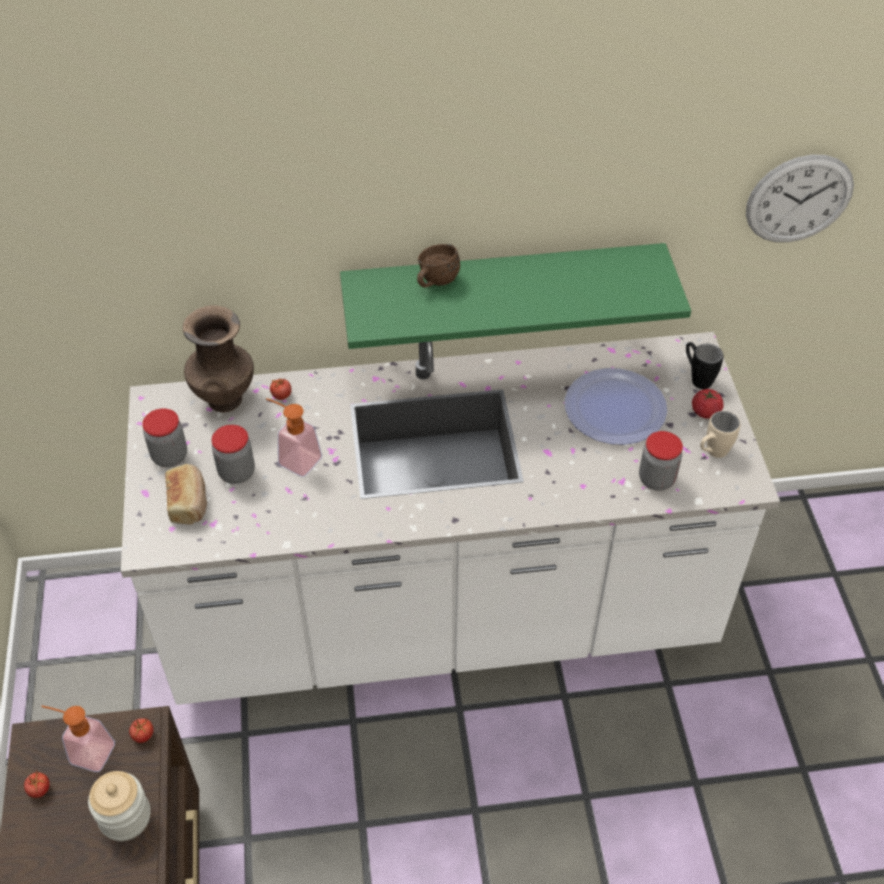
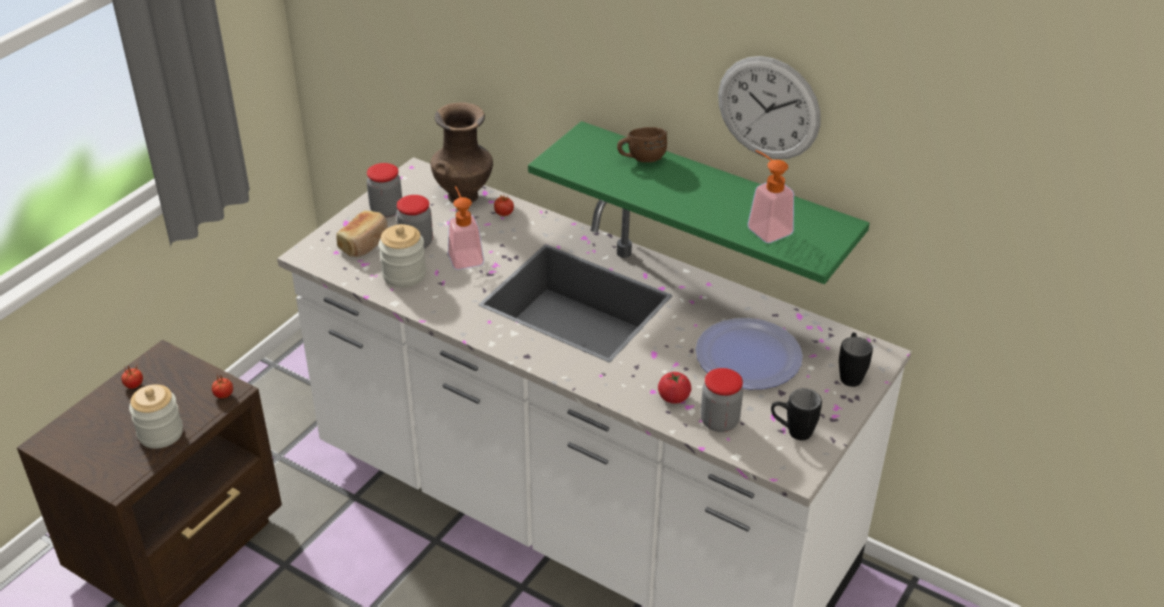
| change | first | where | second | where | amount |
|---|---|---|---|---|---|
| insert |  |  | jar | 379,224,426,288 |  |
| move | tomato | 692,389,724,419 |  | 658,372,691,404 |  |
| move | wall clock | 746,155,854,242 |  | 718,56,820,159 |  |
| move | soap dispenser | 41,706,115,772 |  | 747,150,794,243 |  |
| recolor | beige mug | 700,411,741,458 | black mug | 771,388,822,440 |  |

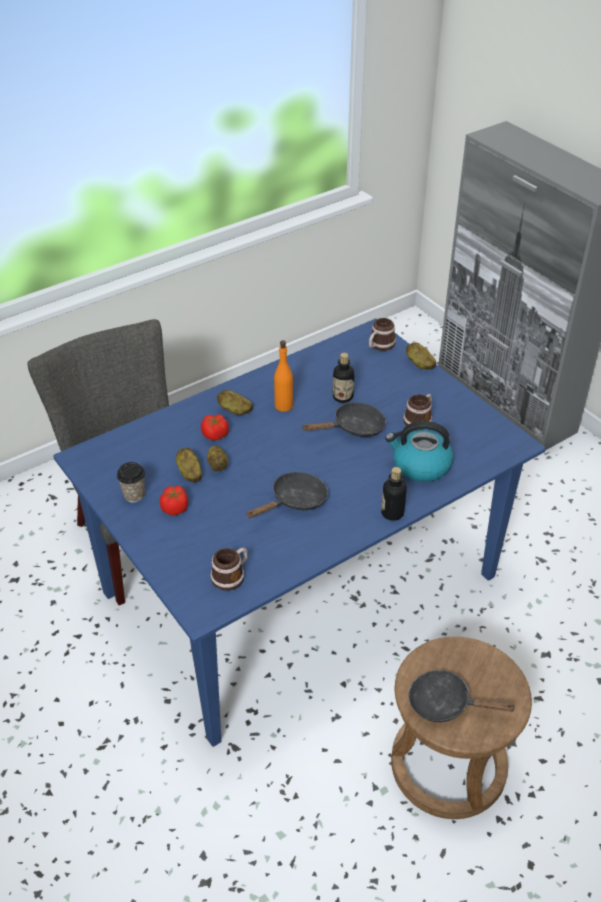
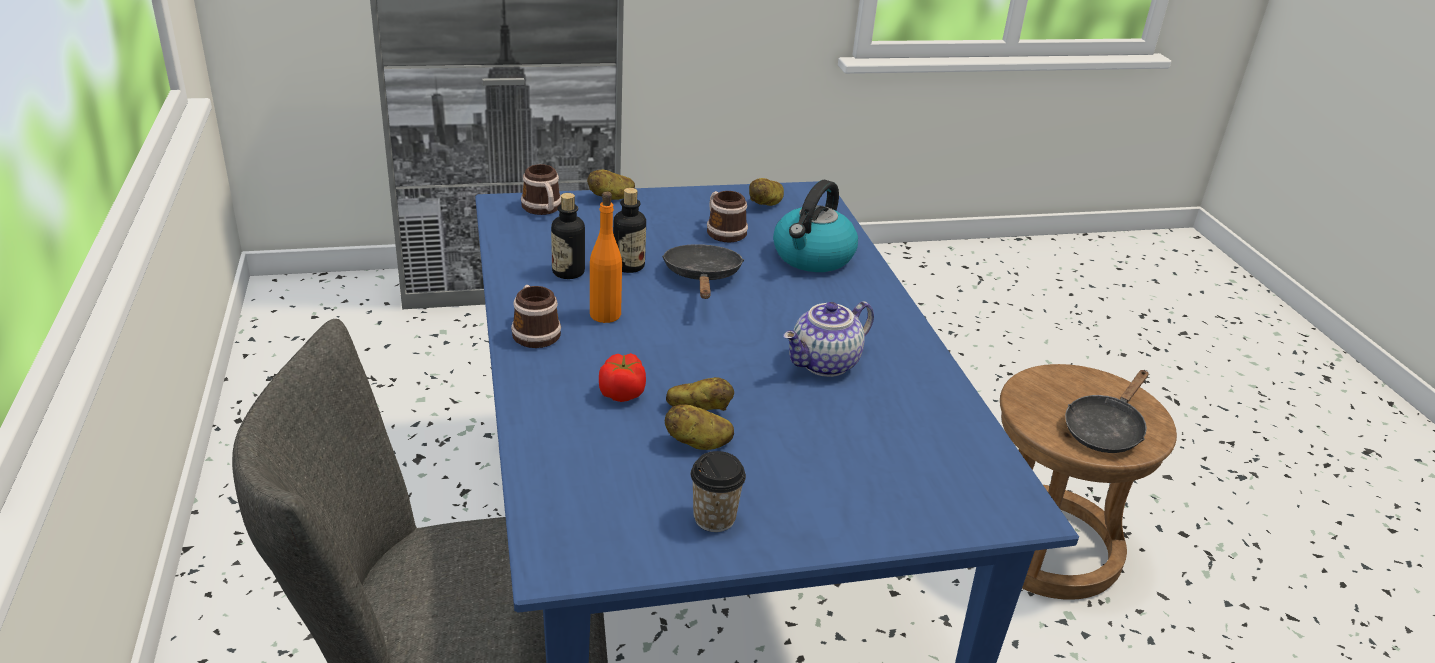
| change | first | where | second | where | amount |
|---|---|---|---|---|---|
| move | mug | 211,548,248,591 |  | 511,285,561,348 |  |
| move | bottle | 381,467,407,521 |  | 551,193,585,279 |  |
| move | potato | 217,390,253,415 |  | 749,178,784,206 |  |
| replace | black frying pan | 246,472,328,518 | teapot | 783,301,874,377 |  |
| delete | tomato | 160,486,188,516 |  |  |  |

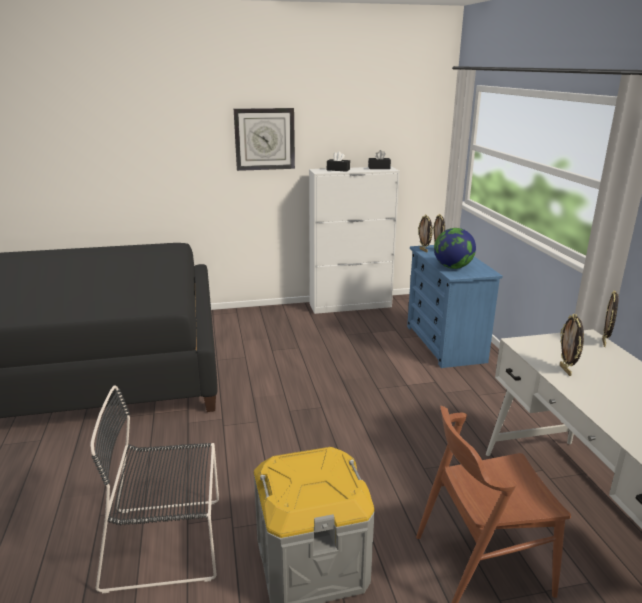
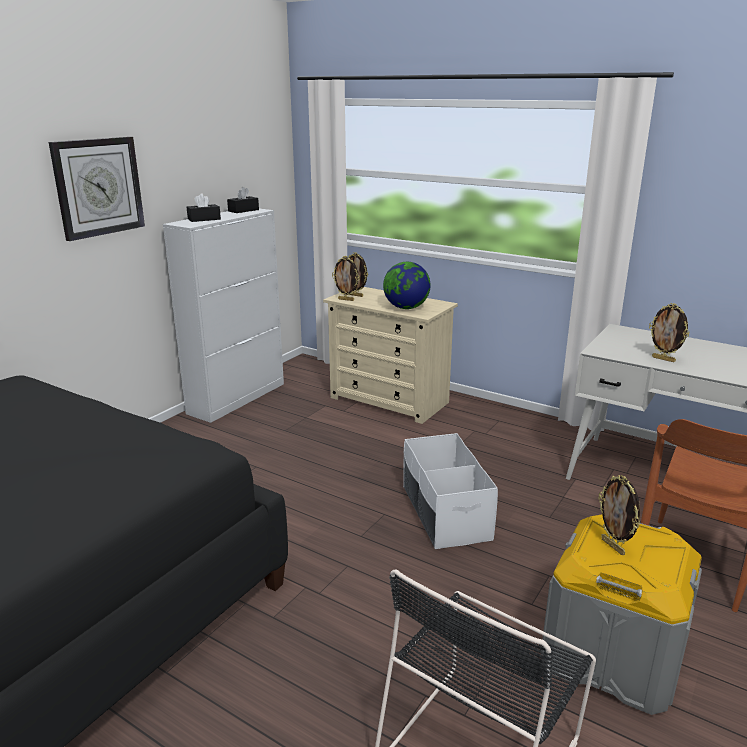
| change | first | where | second | where | amount |
|---|---|---|---|---|---|
| recolor | blue dresser | 407,245,503,368 | beige dresser | 323,287,458,424 |  |
| insert |  |  | white storage box | 403,433,498,549 |  |
| move | picture frame | 602,290,619,347 |  | 598,475,640,555 |  |

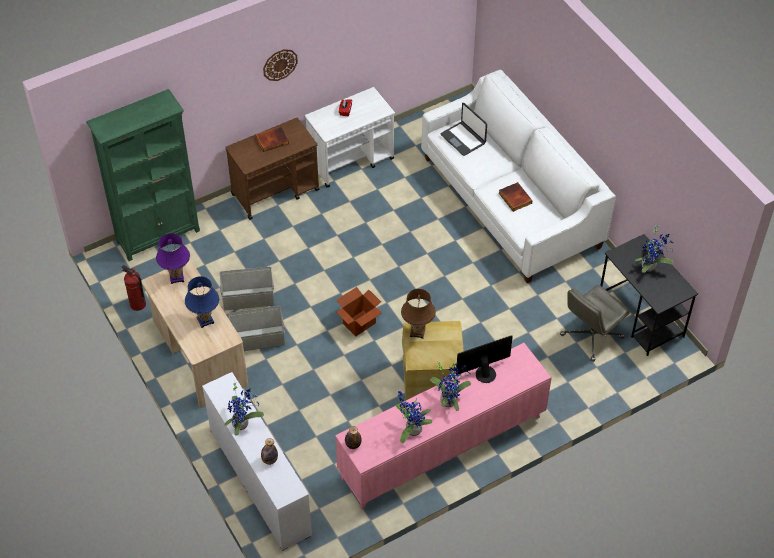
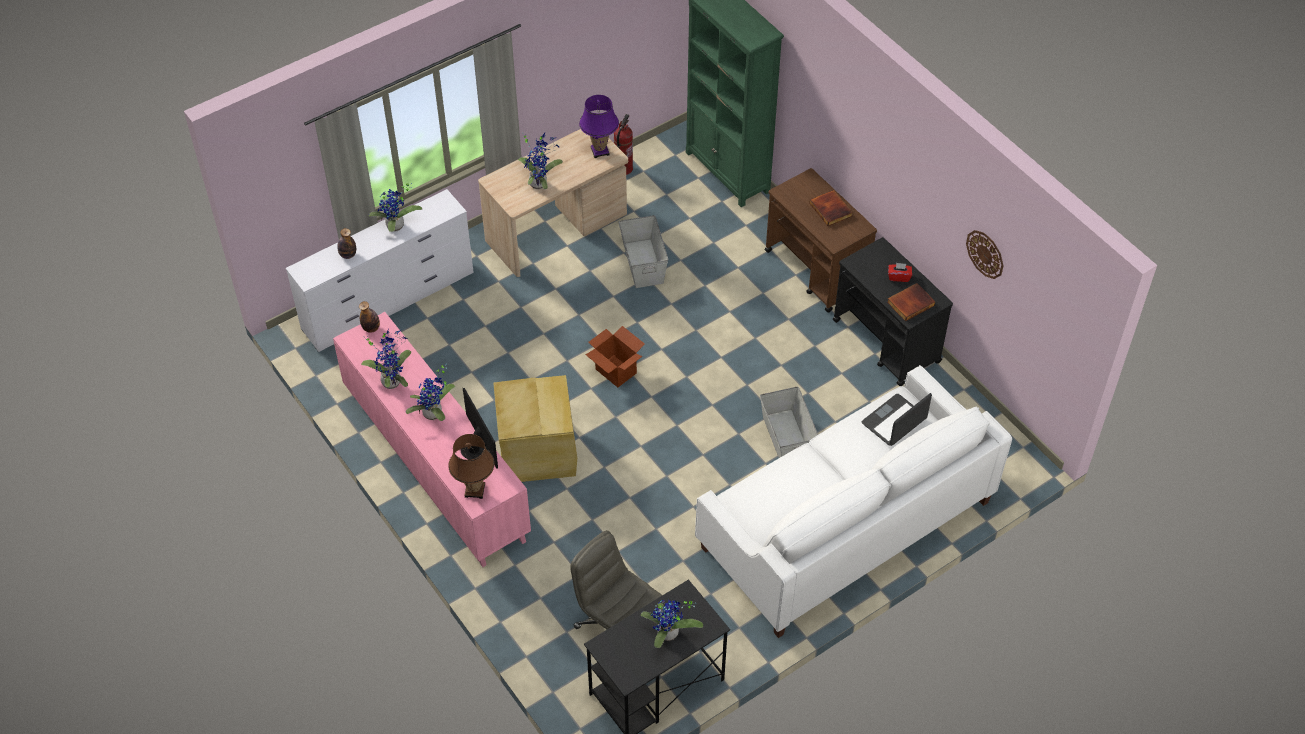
| change | first | where | second | where | amount |
|---|---|---|---|---|---|
| move | brown table lamp | 401,289,436,339 |  | 448,434,494,499 |  |
| replace | blue table lamp | 185,276,219,328 | potted plant | 518,132,563,190 |  |
| move | grey storage box | 228,306,285,351 |  | 760,387,818,458 |  |
| recolor | white cart | 305,87,395,188 | black cart | 833,237,953,386 |  |
| move | book | 499,182,532,212 |  | 887,283,935,321 |  |
| move | wall clock | 263,49,298,81 |  | 966,230,1004,279 |  |

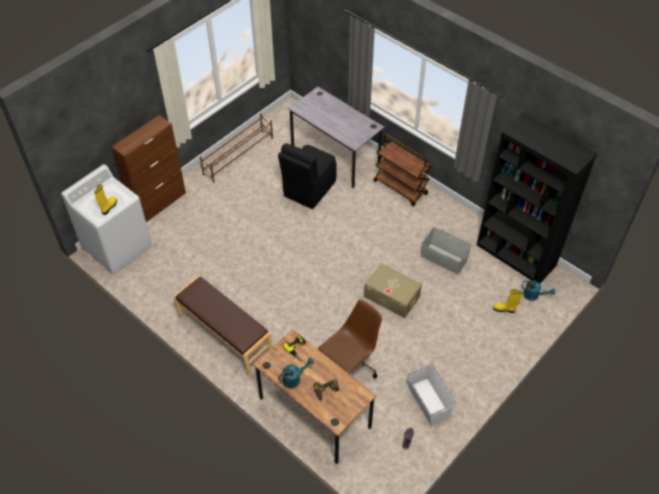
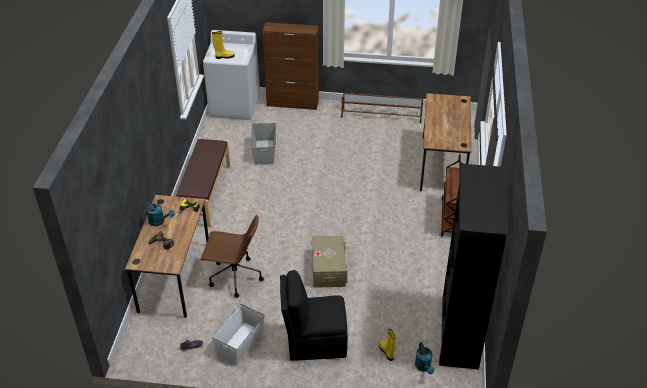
| change | first | where | second | where | amount |
|---|---|---|---|---|---|
| move | grey storage box | 421,227,472,274 |  | 251,123,276,165 |  |
| move | black chair | 278,143,337,209 |  | 280,270,348,361 |  |
| recolor | grey desk | 288,87,384,188 | brown desk | 420,93,471,192 |  |

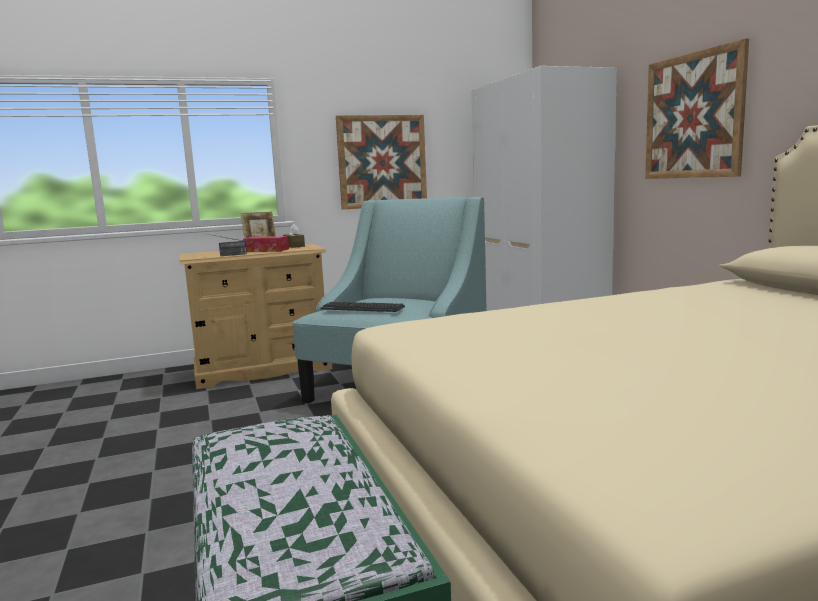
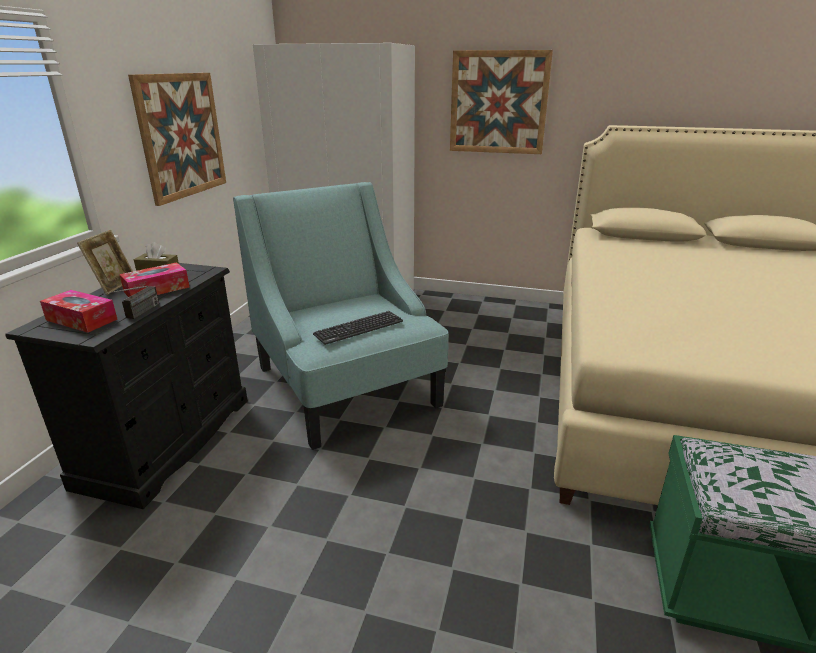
| change | first | where | second | where | amount |
|---|---|---|---|---|---|
| recolor | beige dresser | 179,244,333,389 | black dresser | 5,263,248,509 |  |
| insert |  |  | tissue box | 40,290,118,333 |  |

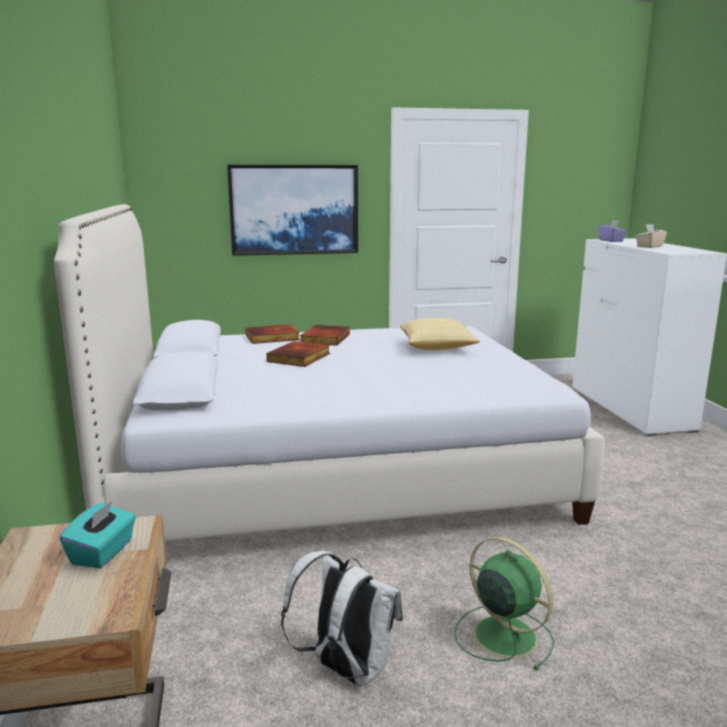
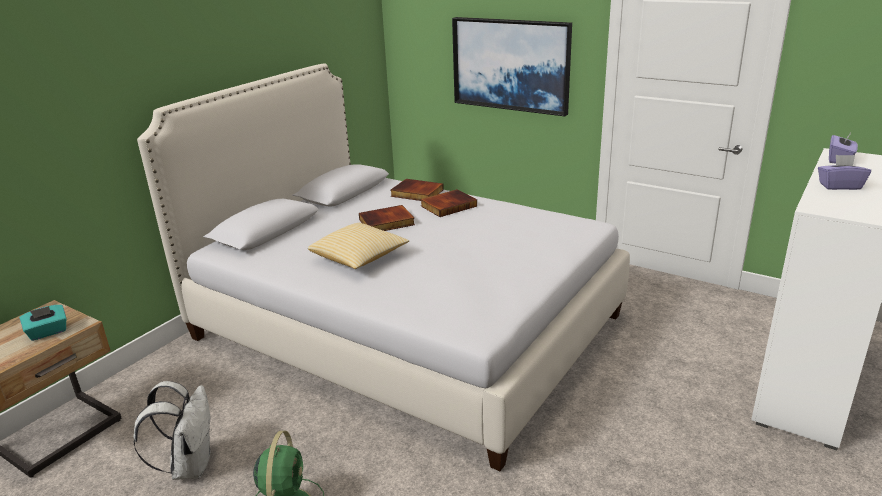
| change | first | where | second | where | amount |
|---|---|---|---|---|---|
| move | pillow | 400,318,480,350 |  | 308,223,409,269 |  |
| recolor | beige tissue box | 635,224,667,248 | purple tissue box | 818,155,871,190 |  |

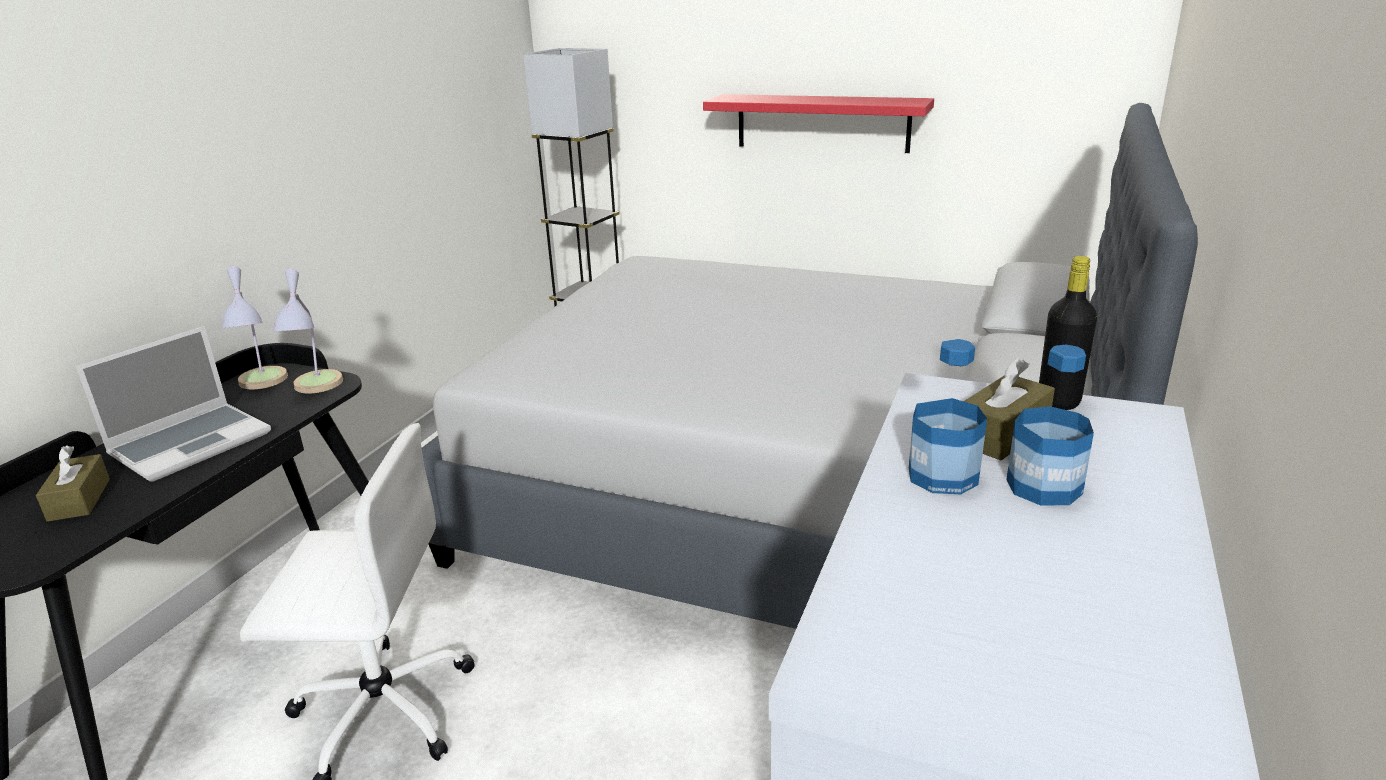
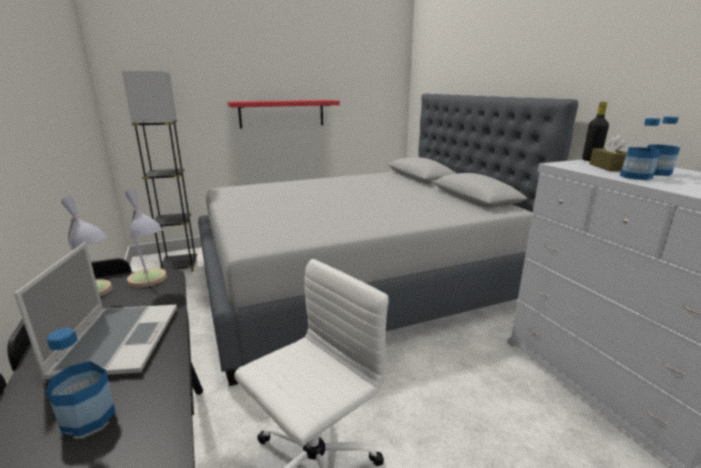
| change | first | where | second | where | amount |
|---|---|---|---|---|---|
| replace | brown tissue box | 36,446,110,522 | bottle | 46,328,116,437 |  |

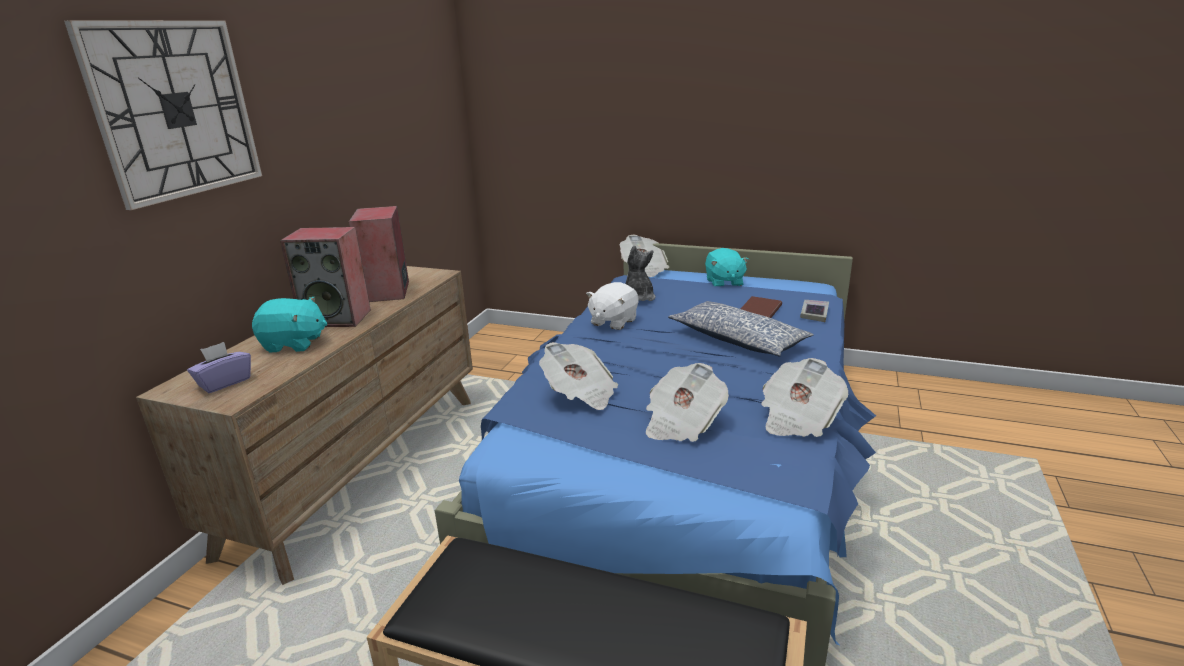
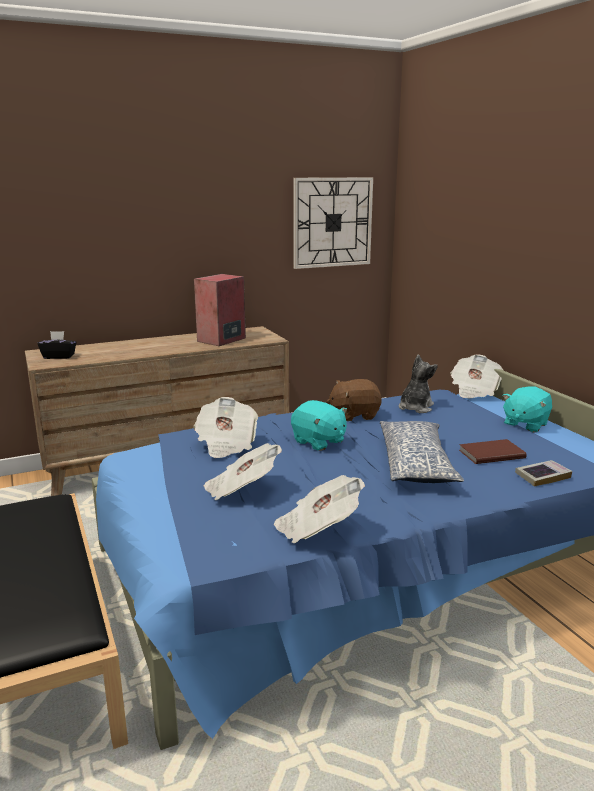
| change | first | where | second | where | amount |
|---|---|---|---|---|---|
| recolor | purple tissue box | 187,342,251,393 | black tissue box | 37,331,77,359 |  |
| move | turquoise plush toy | 252,297,327,352 |  | 291,400,347,451 |  |
| move | wall clock | 64,20,262,210 |  | 293,177,373,269 |  |
| recolor | white plush toy | 586,282,639,330 | brown plush toy | 327,379,382,421 |  |
| delete | speaker | 280,227,371,327 |  |  |  |

